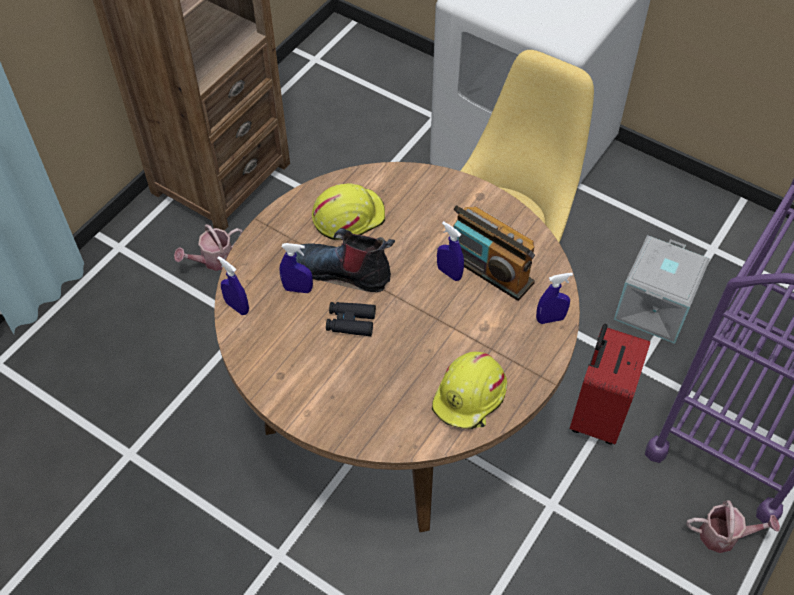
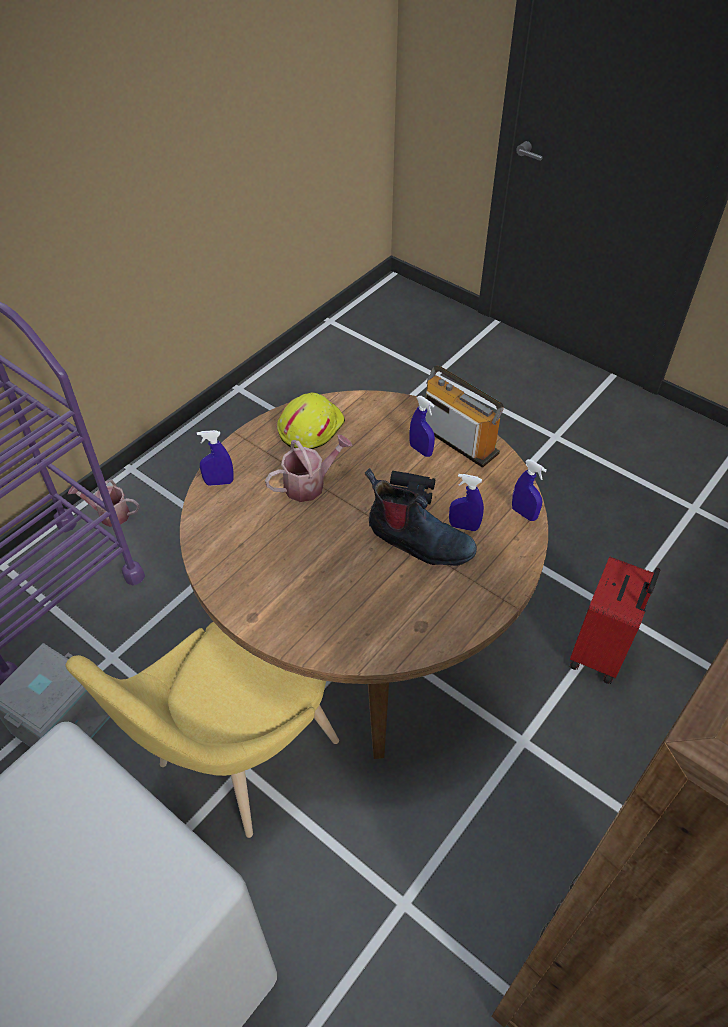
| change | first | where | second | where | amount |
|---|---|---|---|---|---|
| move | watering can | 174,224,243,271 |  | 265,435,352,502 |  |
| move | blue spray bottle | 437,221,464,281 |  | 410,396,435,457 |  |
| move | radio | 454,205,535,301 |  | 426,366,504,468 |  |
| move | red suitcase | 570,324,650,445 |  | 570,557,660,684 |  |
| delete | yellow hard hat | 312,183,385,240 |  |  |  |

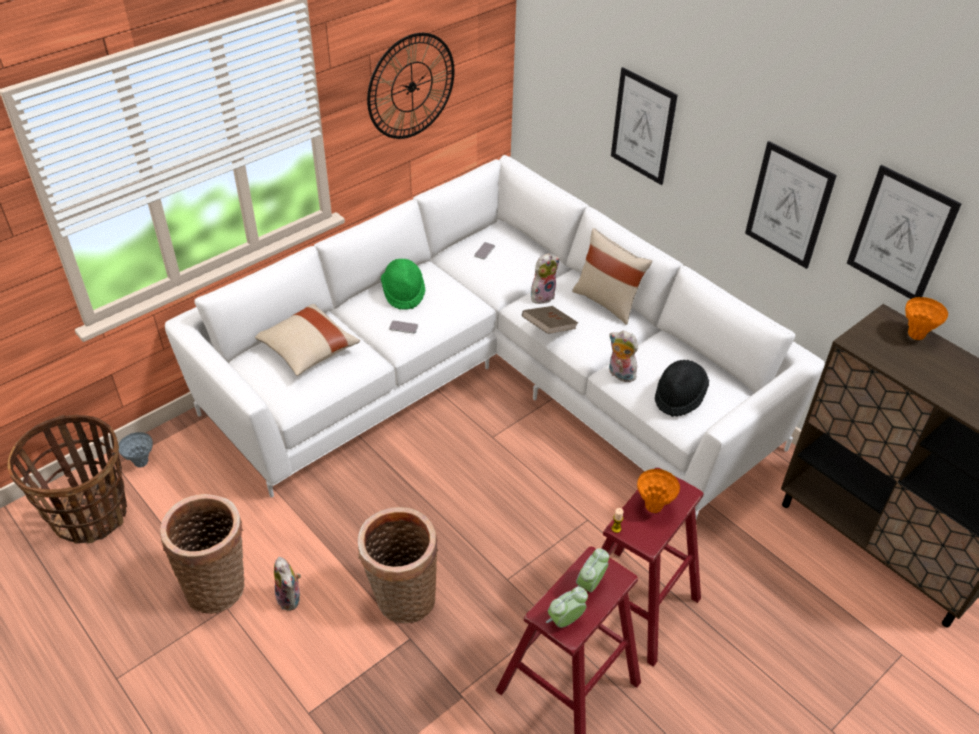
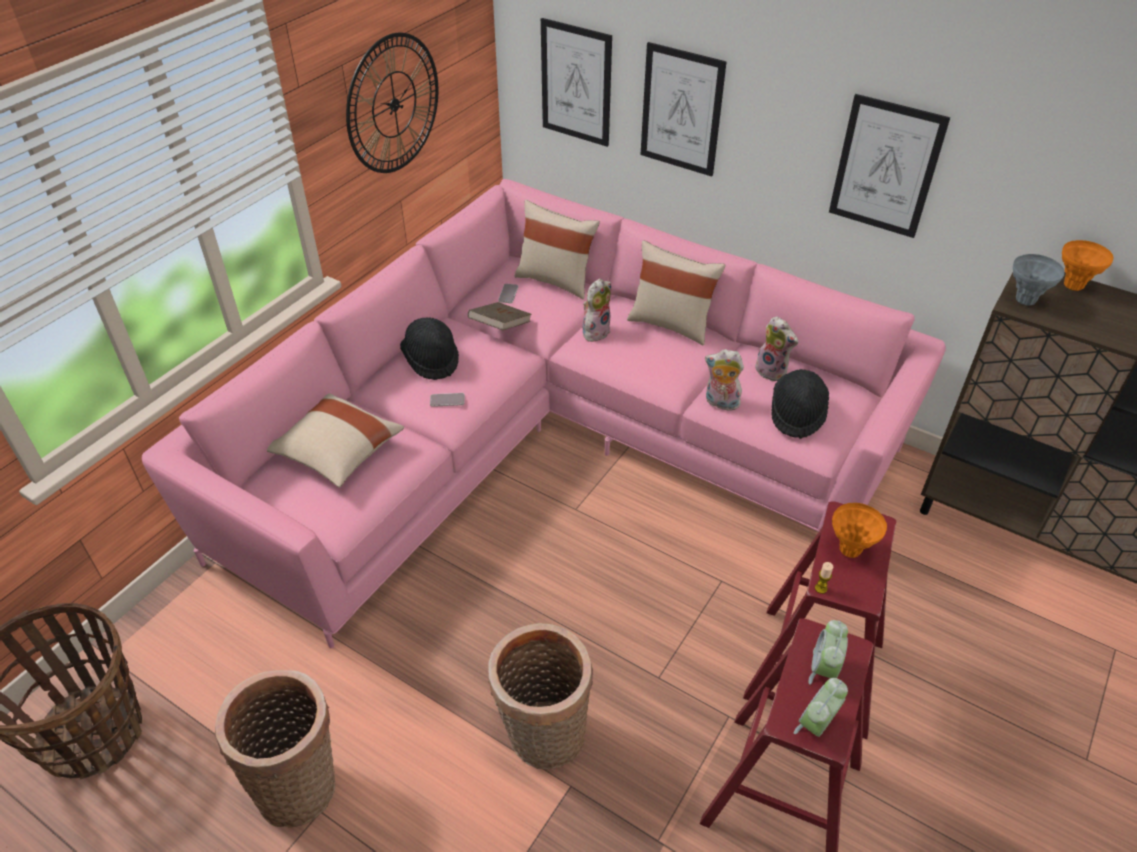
| change | first | where | second | where | amount |
|---|---|---|---|---|---|
| recolor | white sofa | 165,155,825,519 | pink sofa | 142,179,946,648 |  |
| recolor | green hat | 381,258,426,310 | black hat | 400,317,459,380 |  |
| move | brown book | 522,306,578,334 |  | 468,302,532,330 |  |
| insert |  |  | beige pillow | 515,200,600,299 |  |
| move | picture | 847,165,962,299 |  | 541,18,612,147 |  |
| move | plush toy | 274,557,301,611 |  | 755,316,798,382 |  |
| move | grey vase | 119,432,153,467 |  | 1013,254,1064,306 |  |

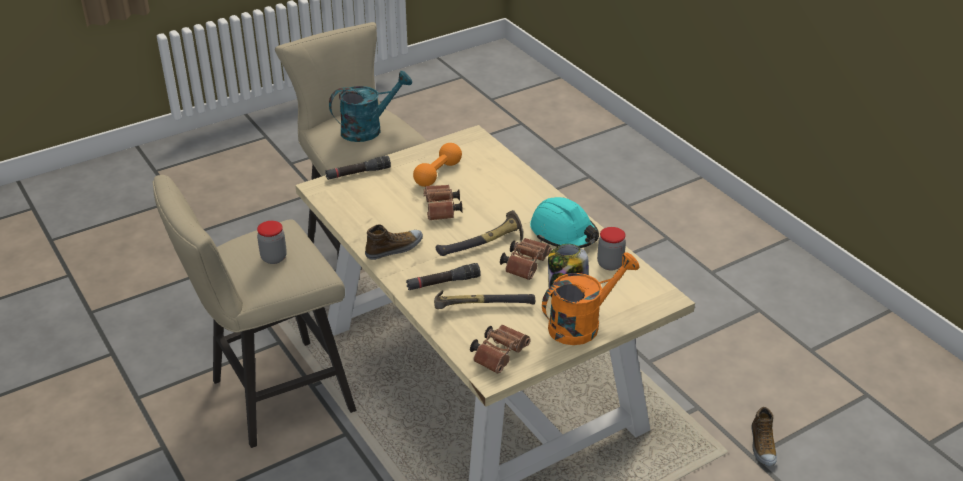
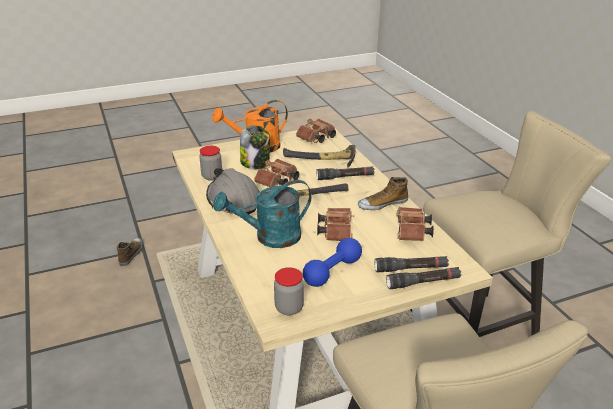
| change | first | where | second | where | amount |
|---|---|---|---|---|---|
| recolor | turquoise hard hat | 530,197,599,248 | grey hard hat | 206,168,260,216 |  |
| move | turquoise watering can | 329,71,412,142 |  | 214,180,312,248 |  |
| move | jar | 257,221,287,264 |  | 274,267,304,315 |  |
| recolor | orange dumbbell | 413,143,462,187 | blue dumbbell | 303,238,362,287 |  |
| insert |  |  | black flashlight | 375,256,449,272 |  |
| insert |  |  | brown binoculars | 397,207,434,241 |  |

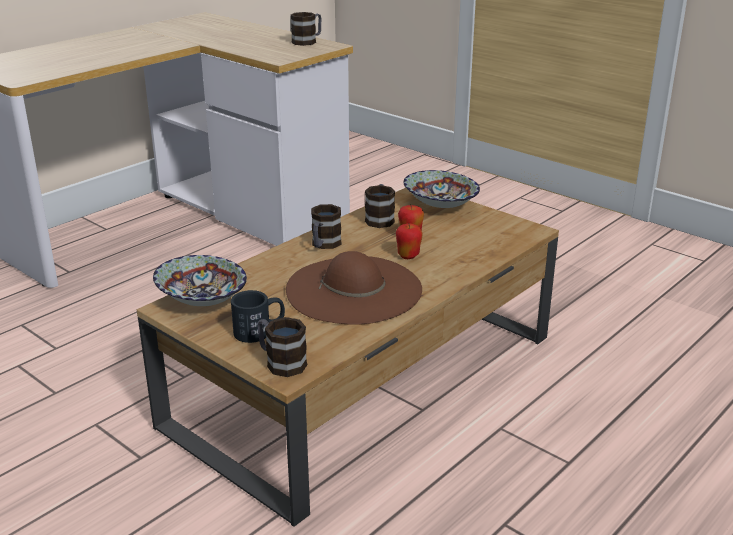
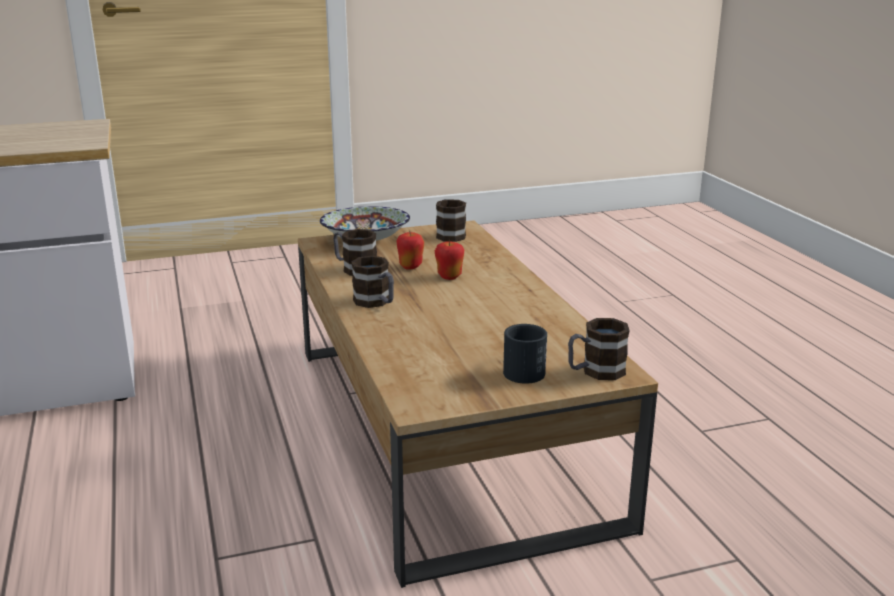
| change | first | where | second | where | amount |
|---|---|---|---|---|---|
| move | mug | 291,12,322,46 |  | 436,199,466,242 |  |
| delete | bowl | 153,255,247,306 |  |  |  |
| delete | brown hat | 286,251,422,325 |  |  |  |

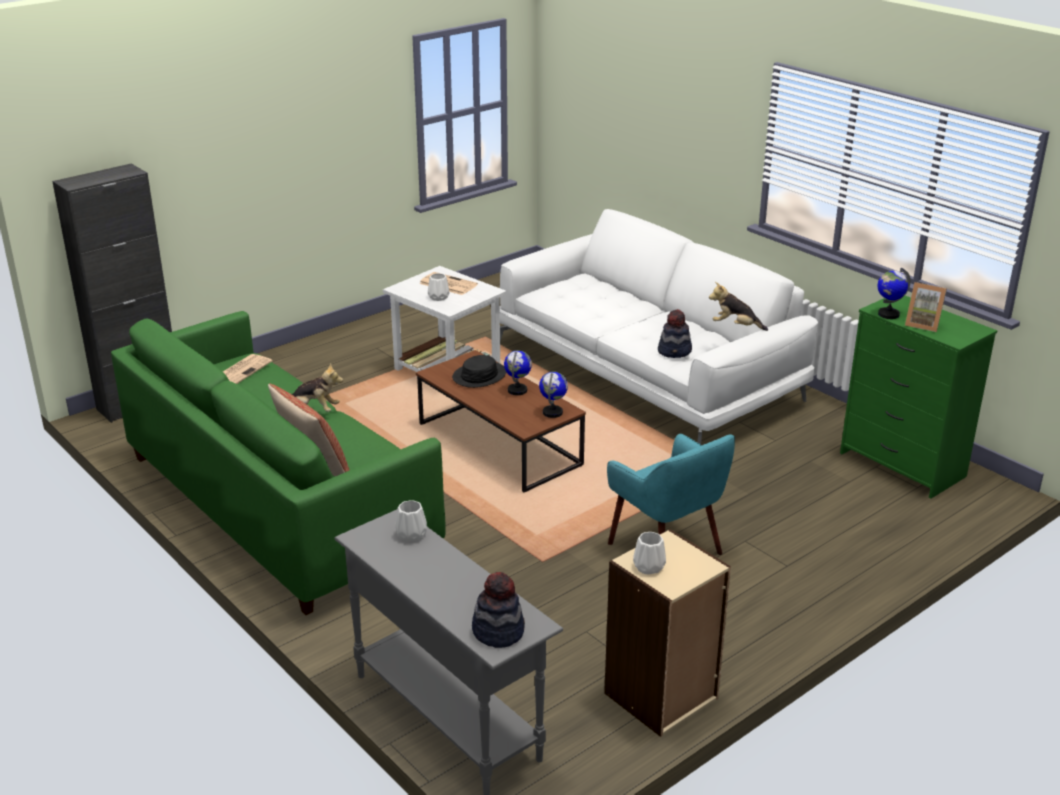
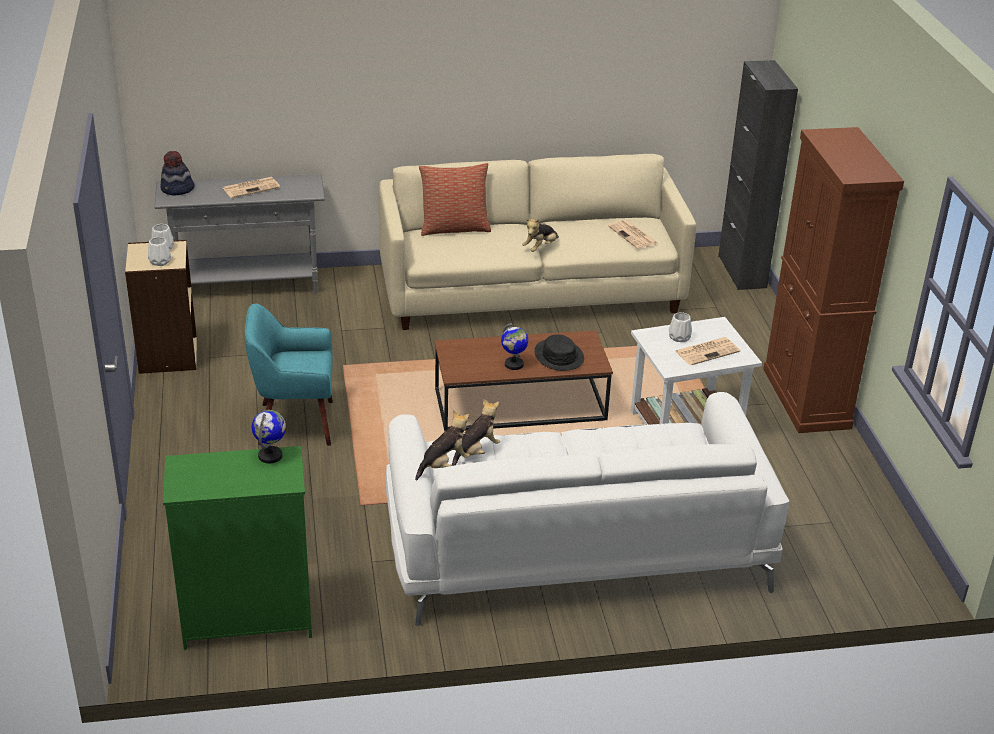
| change | first | where | second | where | amount |
|---|---|---|---|---|---|
| move | white vase | 395,500,427,542 |  | 148,237,171,266 |  |
| insert |  |  | newspaper | 223,177,280,198 |  |
| recolor | green sofa | 111,311,446,615 | beige sofa | 379,154,696,330 |  |
| replace | hat | 658,309,692,358 | plush toy | 452,399,500,466 |  |
| insert |  |  | brown cabinet | 763,127,904,433 |  |
| delete | globe | 539,372,568,418 |  |  |  |
| delete | picture frame | 905,282,947,332 |  |  |  |

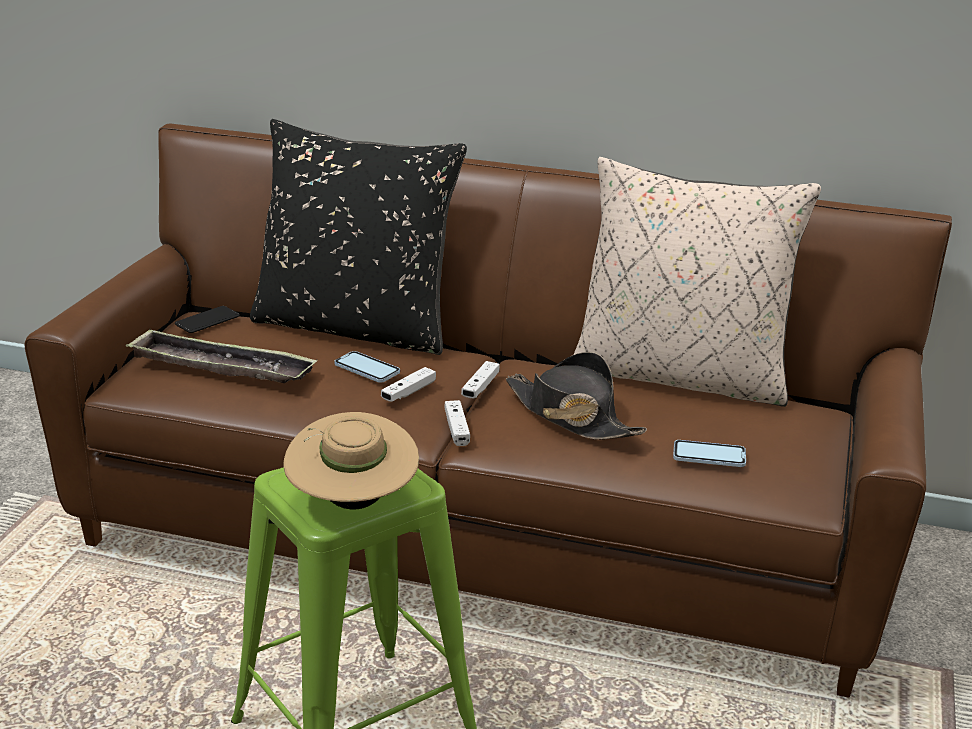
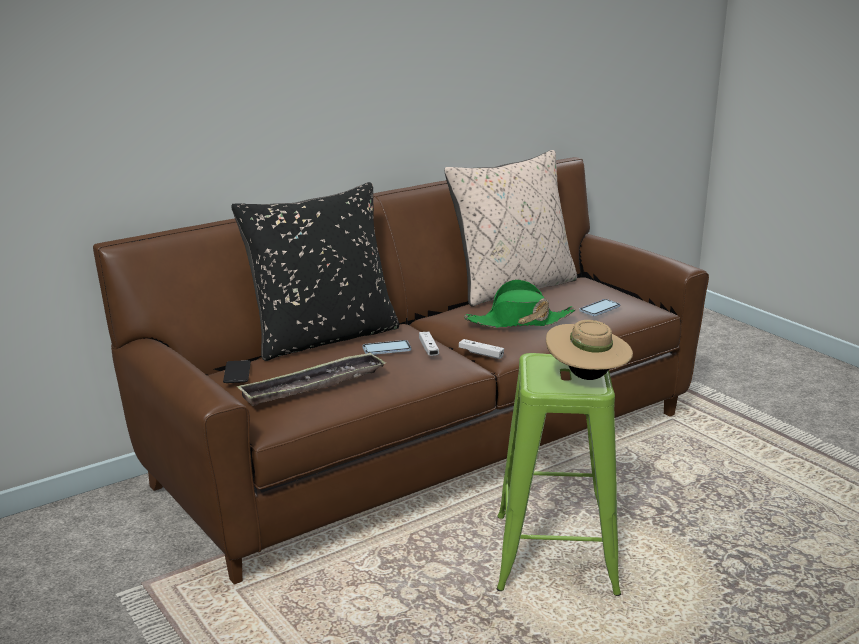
| change | first | where | second | where | amount |
|---|---|---|---|---|---|
| recolor | black hat | 506,352,647,440 | green hat | 464,279,576,328 |  |
| delete | white game controller | 461,361,500,398 |  |  |  |

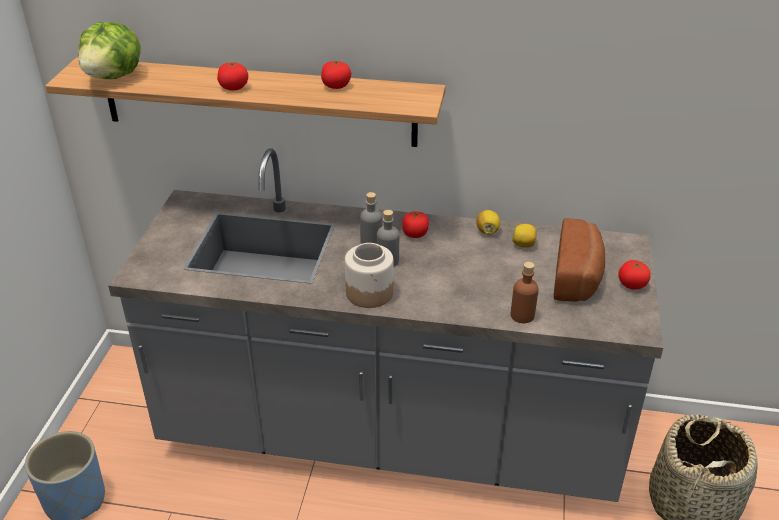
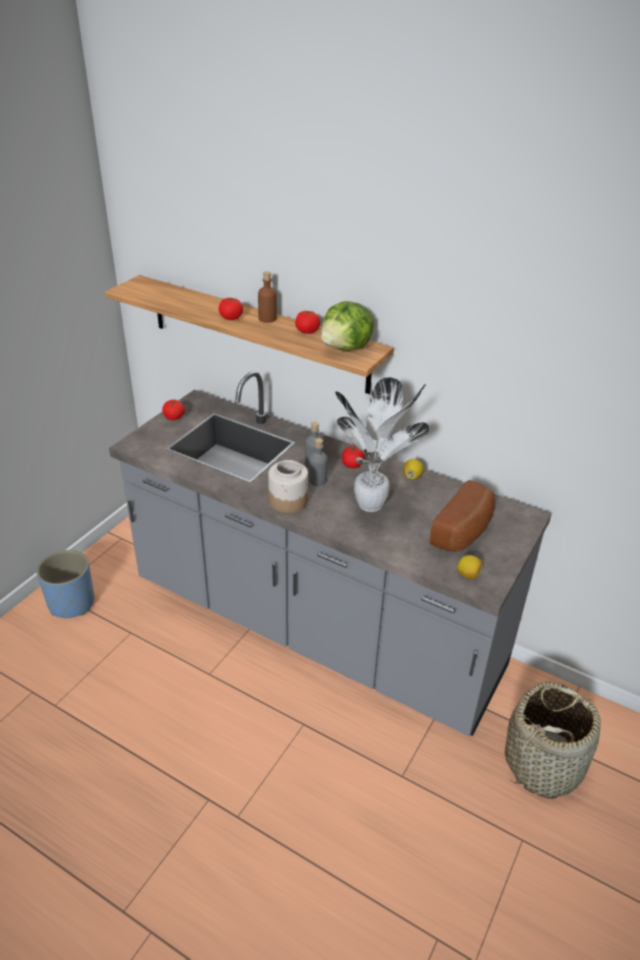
| change | first | where | second | where | amount |
|---|---|---|---|---|---|
| move | tomato | 618,260,651,290 |  | 162,400,185,420 |  |
| move | brown bottle | 511,262,539,323 |  | 258,271,277,323 |  |
| move | lettuce | 78,22,141,79 |  | 321,301,374,351 |  |
| insert |  |  | potted plant | 335,377,429,512 |  |
| move | lemon | 512,224,537,248 |  | 457,555,483,579 |  |

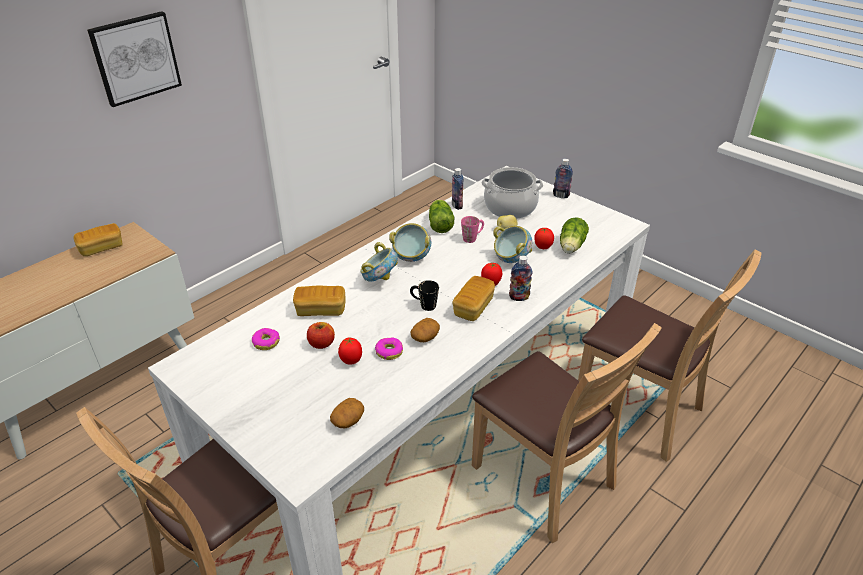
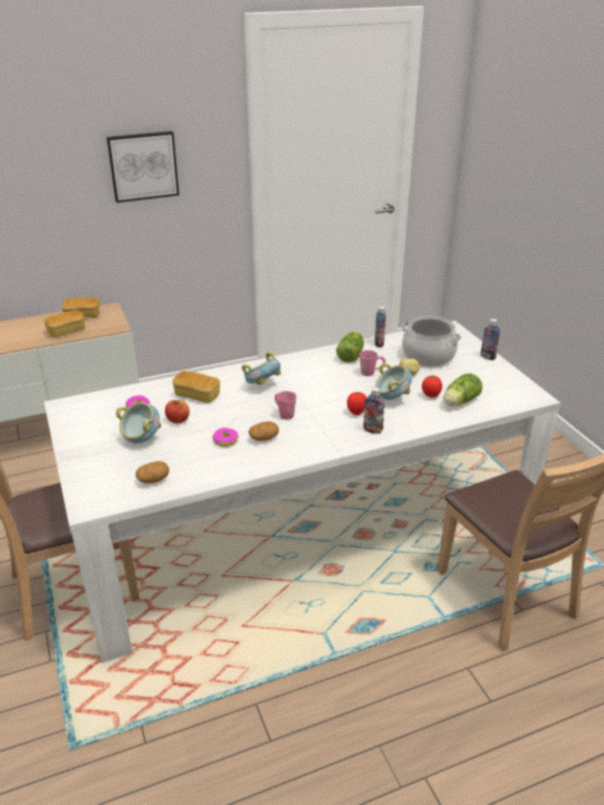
| change | first | where | second | where | amount |
|---|---|---|---|---|---|
| move | bread | 452,276,495,321 |  | 44,310,85,337 |  |
| move | bowl | 389,223,431,262 |  | 116,402,161,444 |  |
| recolor | black mug | 410,280,439,311 | pink mug | 275,391,297,420 |  |
| delete | tomato | 338,338,362,365 |  |  |  |
| delete | brown chair | 472,323,662,543 |  |  |  |

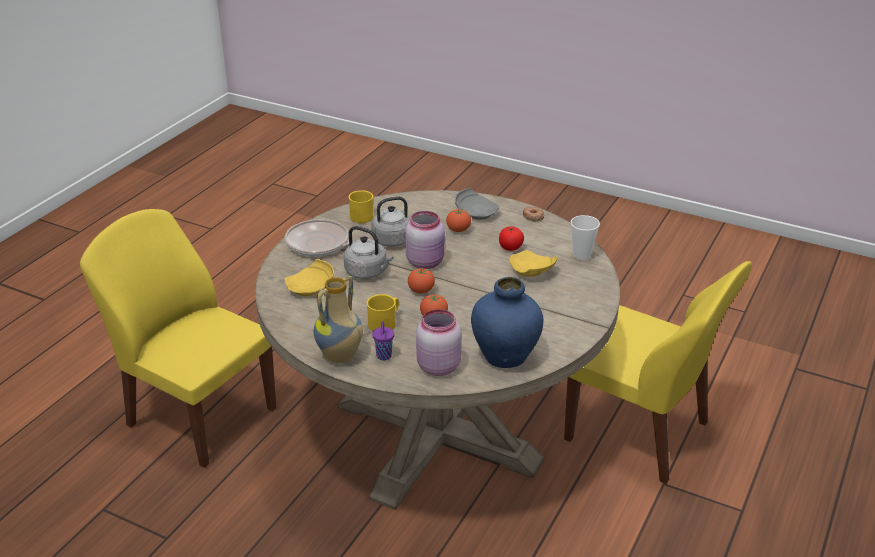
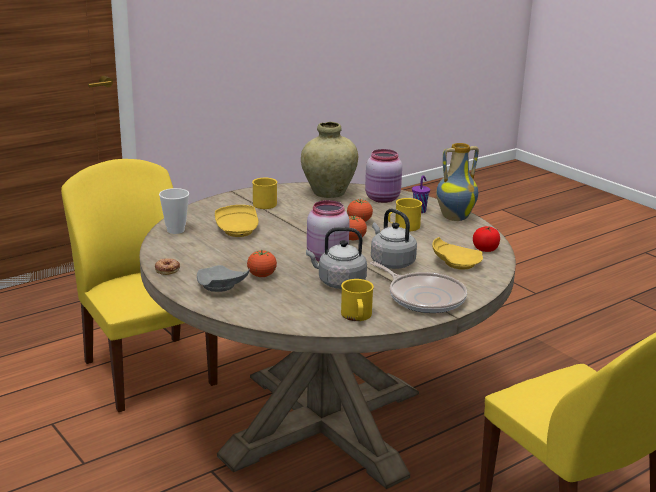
| change | first | where | second | where | amount |
|---|---|---|---|---|---|
| insert |  |  | yellow mug | 252,178,277,209 |  |
| recolor | blue vase | 471,277,543,368 | beige vase | 301,122,358,198 |  |
| move | tomato | 499,226,524,251 |  | 473,226,500,252 |  |

